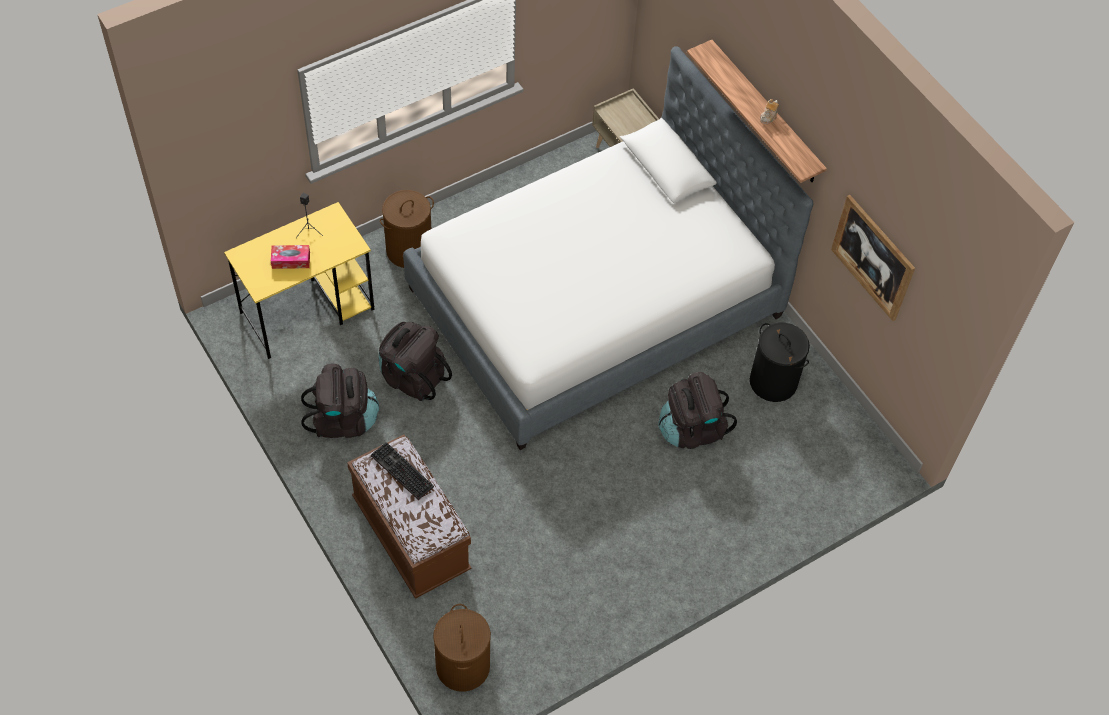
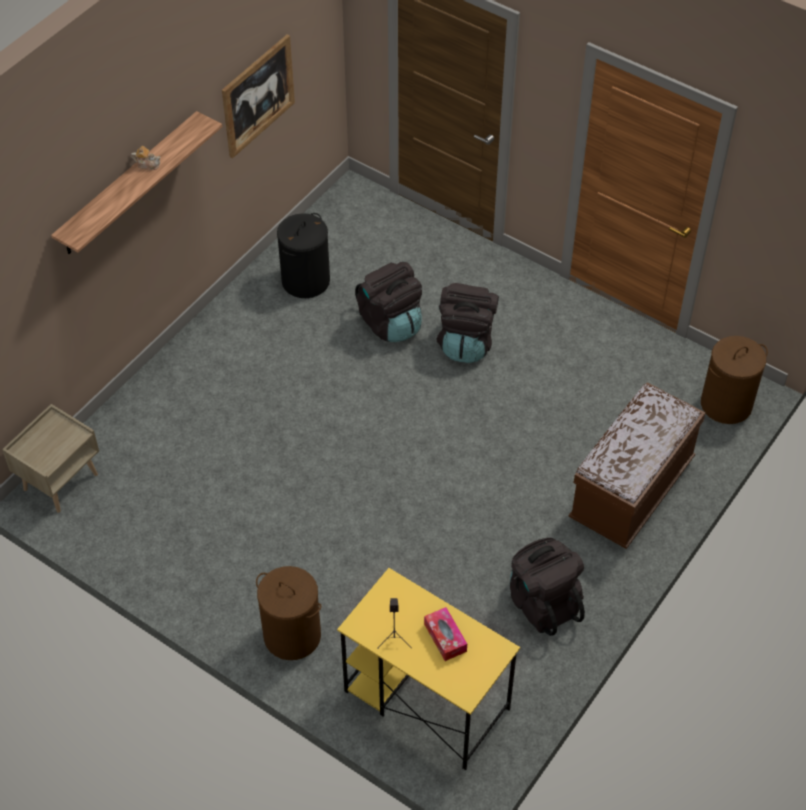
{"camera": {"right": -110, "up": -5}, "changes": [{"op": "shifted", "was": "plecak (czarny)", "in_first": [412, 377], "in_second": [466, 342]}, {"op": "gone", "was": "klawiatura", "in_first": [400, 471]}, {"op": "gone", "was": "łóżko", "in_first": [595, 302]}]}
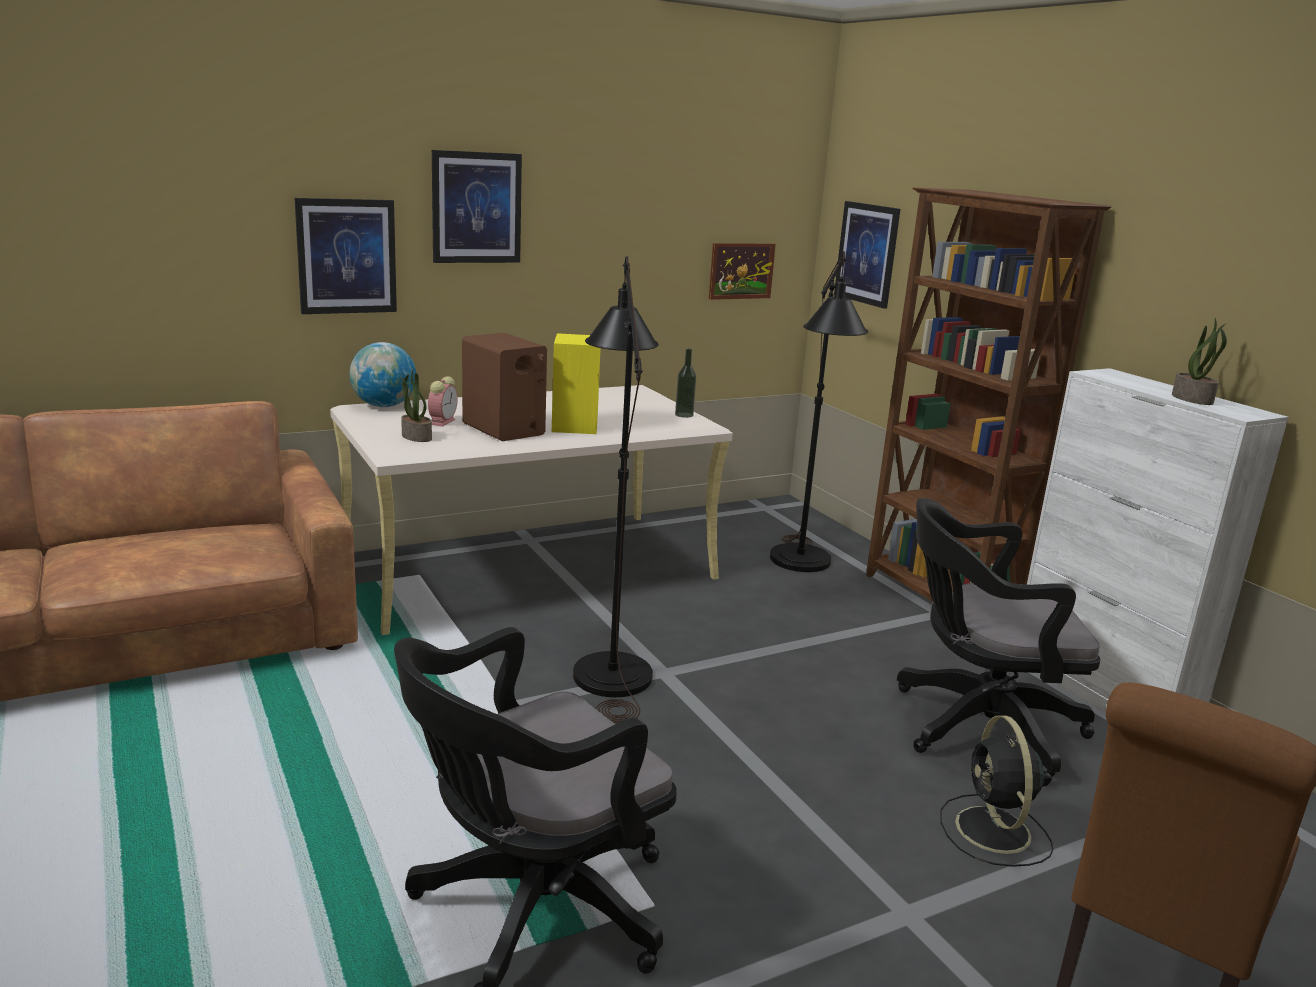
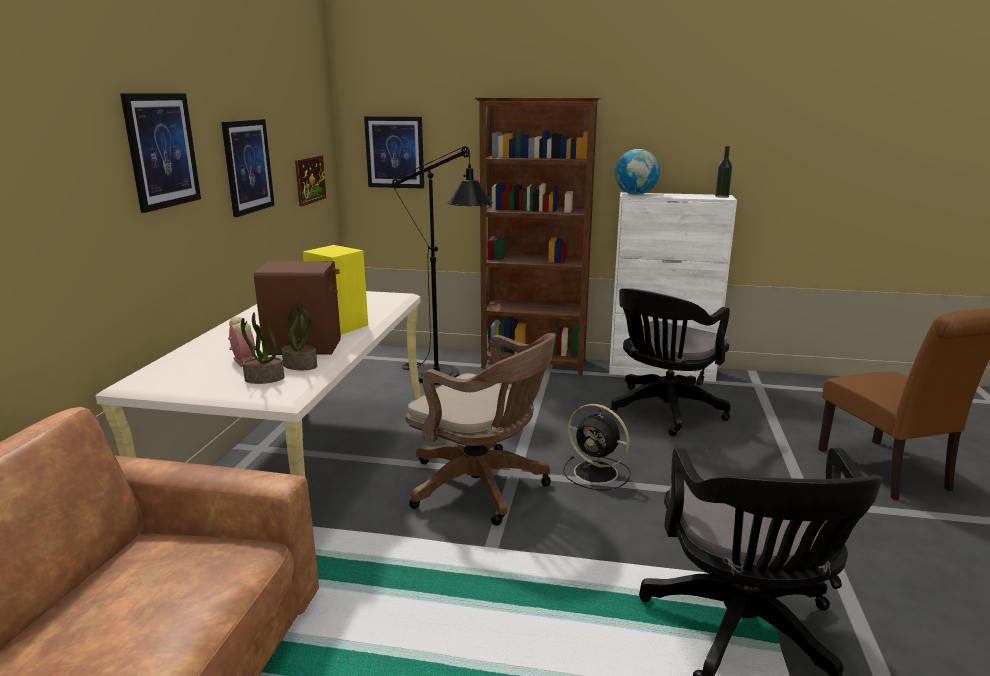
{"camera": {"right": -50, "up": 0}, "changes": [{"op": "shifted", "was": "obraz", "in_first": [346, 256], "in_second": [248, 166]}, {"op": "shifted", "was": "roślina doniczkowa", "in_first": [1193, 399], "in_second": [301, 365]}, {"op": "swapped", "was": "lampa stojąca (czarny)", "now": "krzesło biurowe (brązowy)", "in_first": [611, 664], "in_second": [483, 487]}, {"op": "shifted", "was": "wentylator (czarny)", "in_first": [994, 832], "in_second": [597, 473]}, {"op": "shifted", "was": "globus", "in_first": [383, 406], "in_second": [635, 194]}, {"op": "shifted", "was": "butelka", "in_first": [684, 415], "in_second": [721, 196]}]}
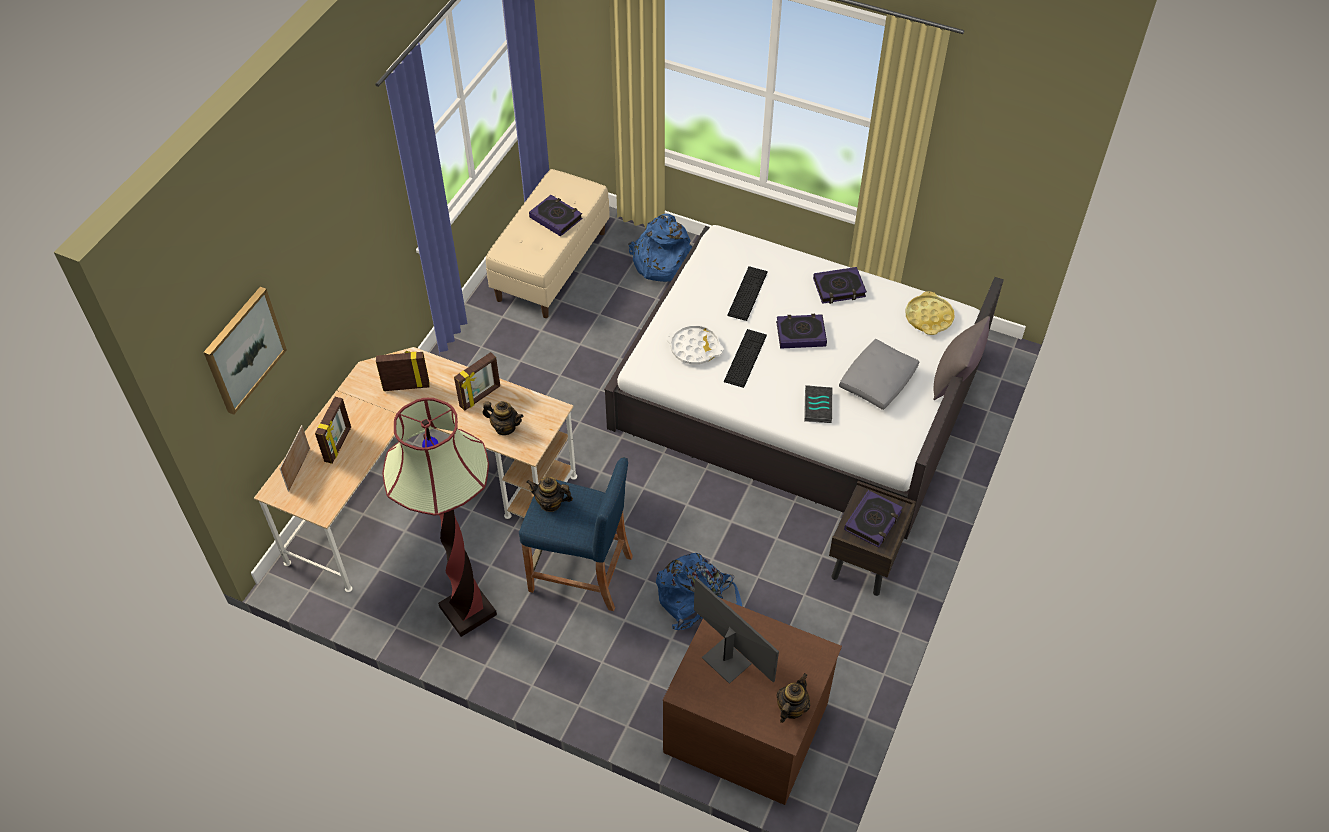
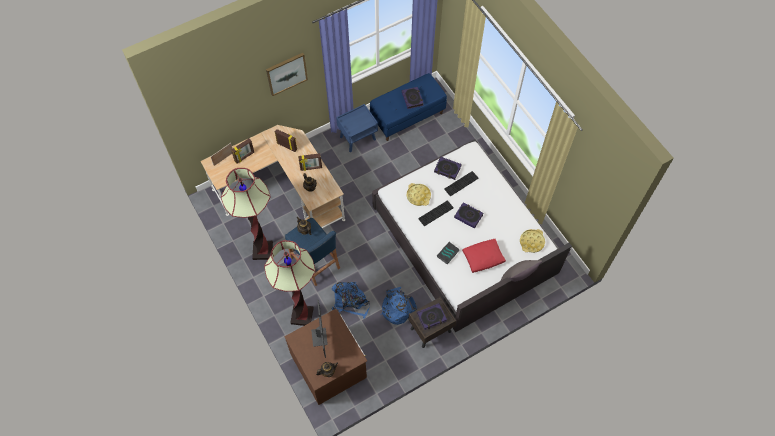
{"camera": {"right": 35, "up": 10}, "changes": [{"op": "new", "now": "lampa stojąca", "in_second": [302, 315]}, {"op": "shifted", "was": "obraz", "in_first": [243, 350], "in_second": [286, 73]}, {"op": "new", "now": "szafka nocna (niebieski)", "in_second": [358, 138]}, {"op": "repainted", "was": "ławka (beżowy)", "now": "ławka (niebieski)", "in_first": [551, 265], "in_second": [407, 116]}, {"op": "shifted", "was": "plecak (niebieski)", "in_first": [660, 262], "in_second": [397, 308]}, {"op": "repainted", "was": "taca (biały)", "now": "taca (żółty)", "in_first": [694, 348], "in_second": [418, 196]}, {"op": "shifted", "was": "książka", "in_first": [839, 288], "in_second": [447, 169]}, {"op": "repainted", "was": "poduszka (szary)", "now": "poduszka (czerwony)", "in_first": [877, 382], "in_second": [482, 258]}]}
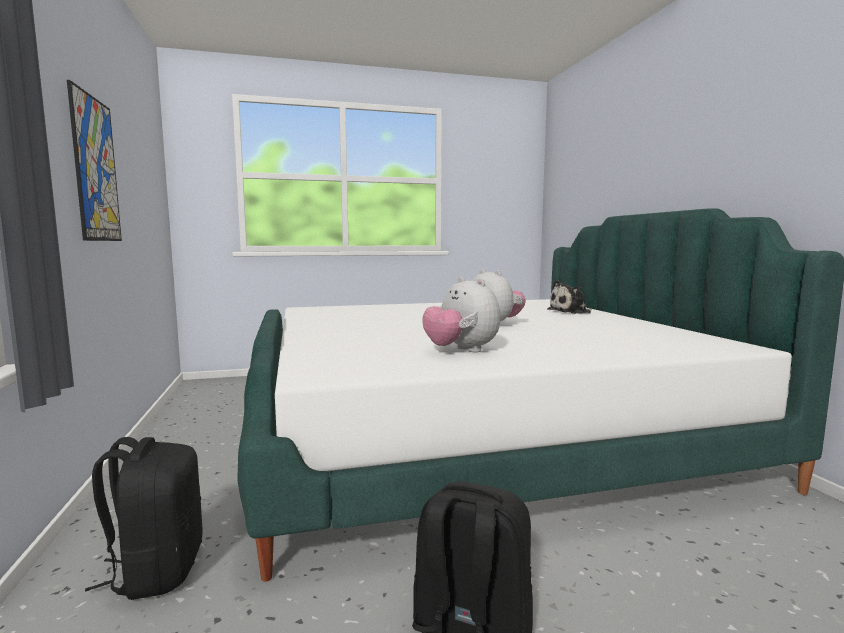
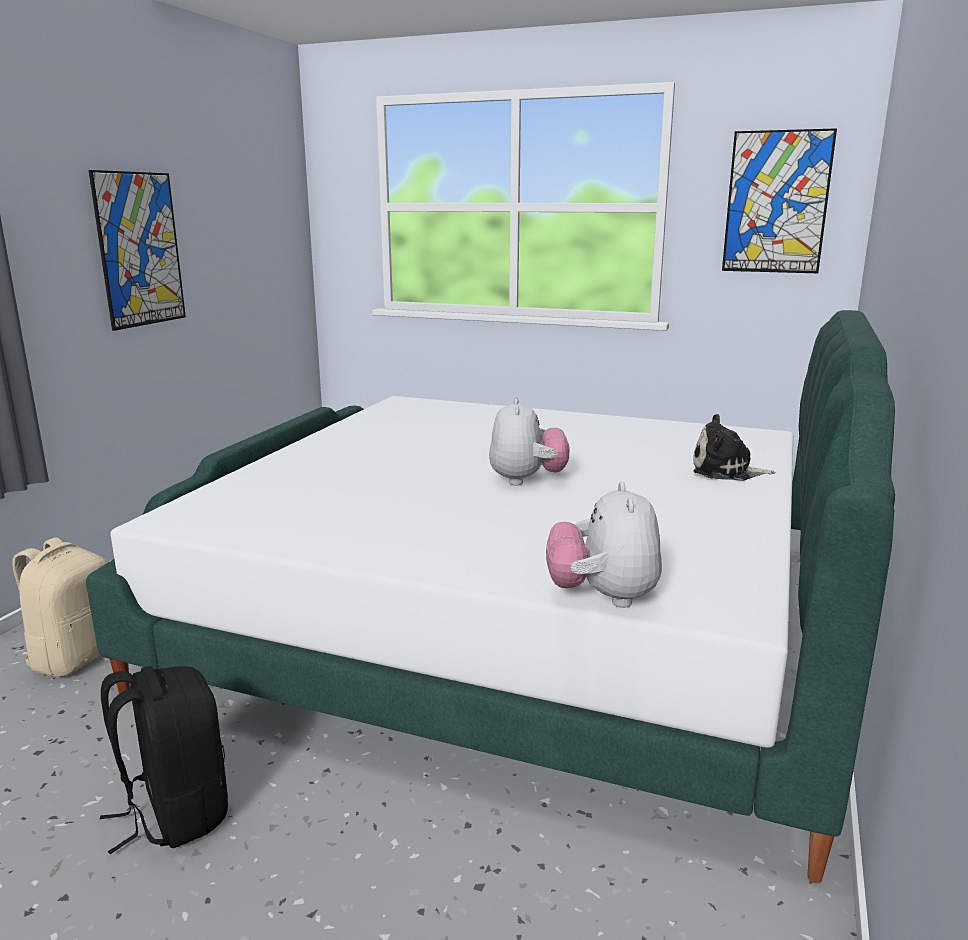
{"camera": {"right": 35, "up": 10}, "changes": [{"op": "repainted", "was": "plecak (czarny)", "now": "plecak (beżowy)", "in_first": [157, 570], "in_second": [76, 656]}, {"op": "shifted", "was": "pluszak", "in_first": [461, 351], "in_second": [603, 597]}, {"op": "new", "now": "obraz", "in_second": [776, 202]}]}
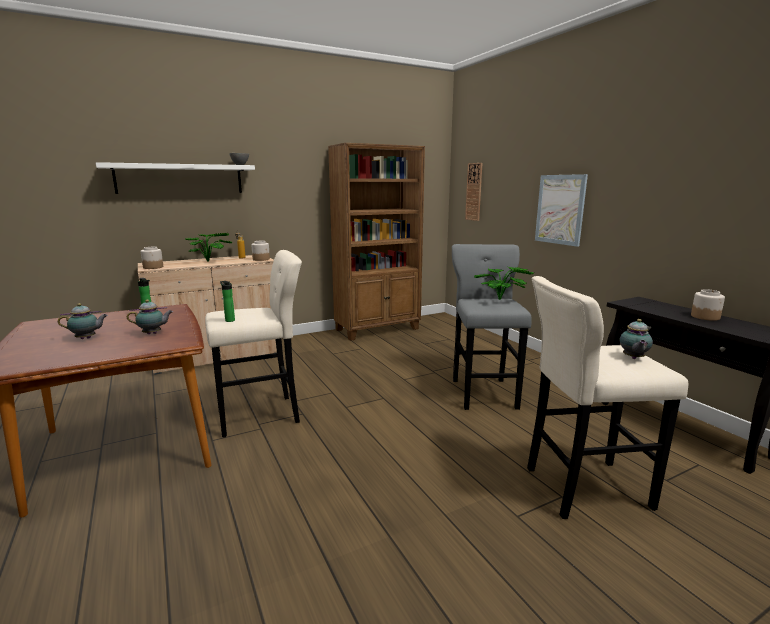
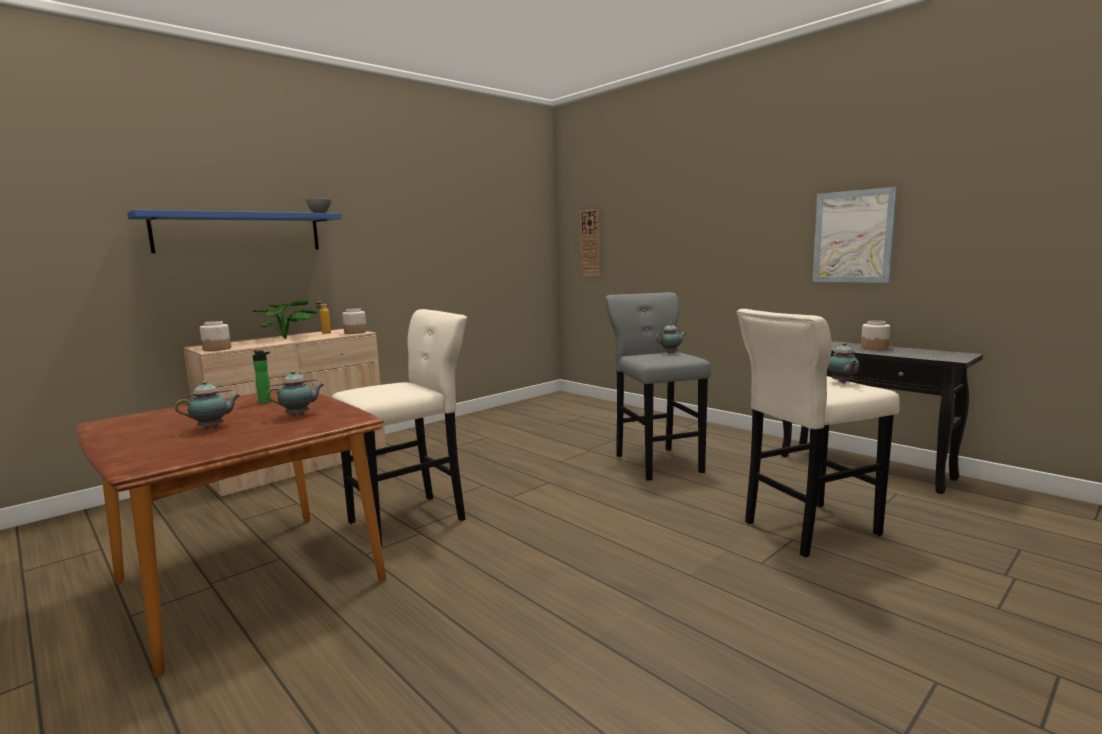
{"camera": {"right": -15, "up": -5}, "changes": [{"op": "repainted", "was": "półka (biały)", "now": "półka (niebieski)", "in_first": [180, 179], "in_second": [239, 232]}, {"op": "swapped", "was": "roślina doniczkowa", "now": "imbryk", "in_first": [503, 300], "in_second": [671, 353]}, {"op": "shifted", "was": "obraz", "in_first": [560, 209], "in_second": [853, 237]}, {"op": "gone", "was": "butelka", "in_first": [229, 320]}, {"op": "gone", "was": "regał (brązowy)", "in_first": [378, 329]}]}
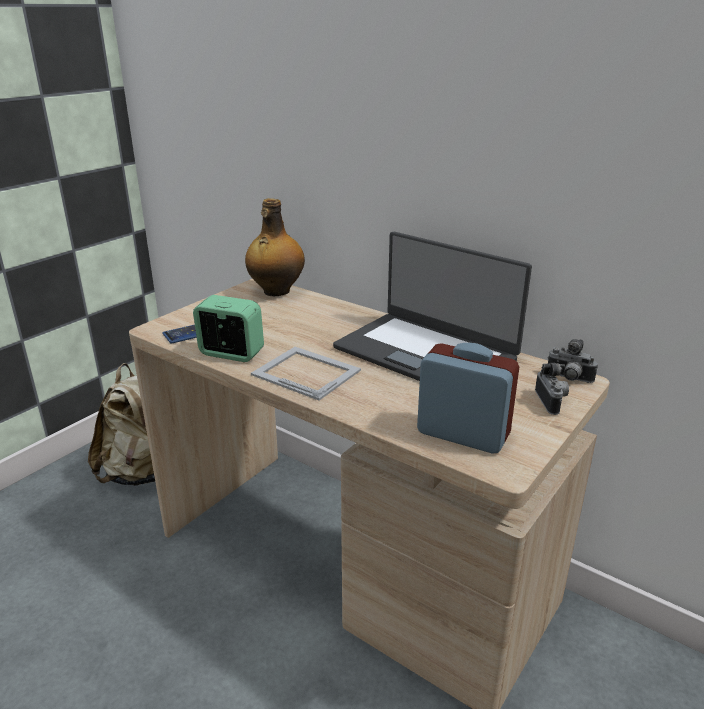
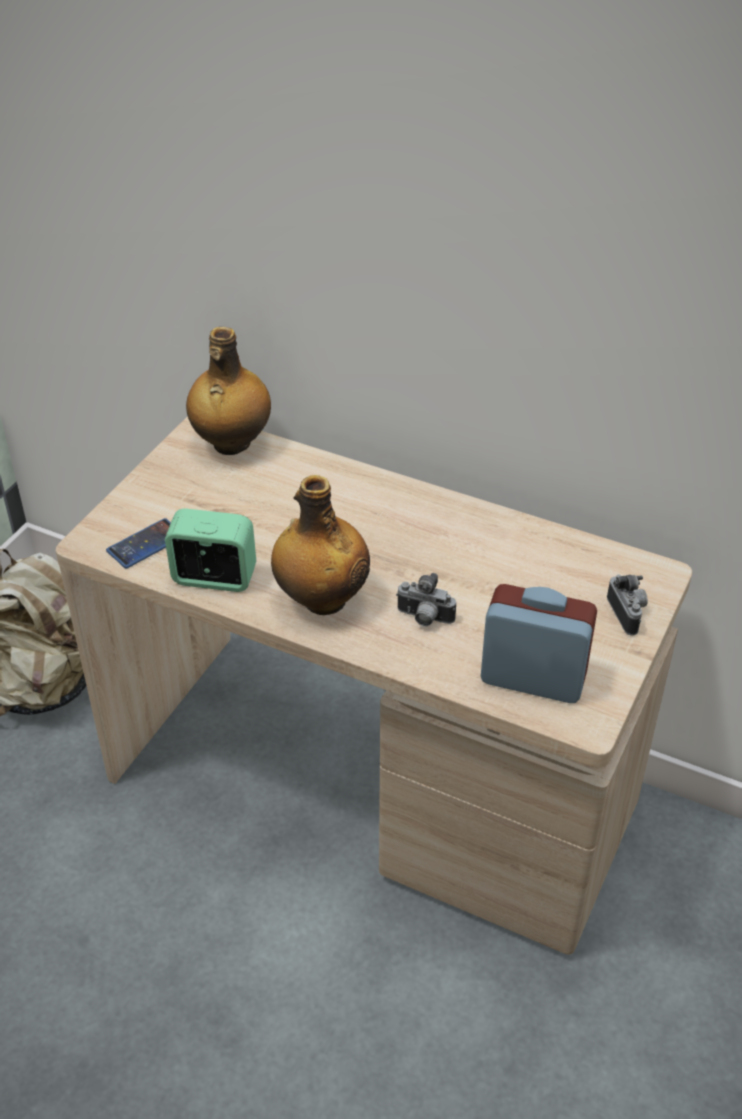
{"camera": {"right": -10, "up": 15}, "changes": [{"op": "swapped", "was": "ramka na zdjęcie", "now": "butelka", "in_first": [305, 372], "in_second": [321, 599]}, {"op": "shifted", "was": "aparat fotograficzny", "in_first": [568, 379], "in_second": [424, 619]}, {"op": "gone", "was": "laptop", "in_first": [426, 353]}]}
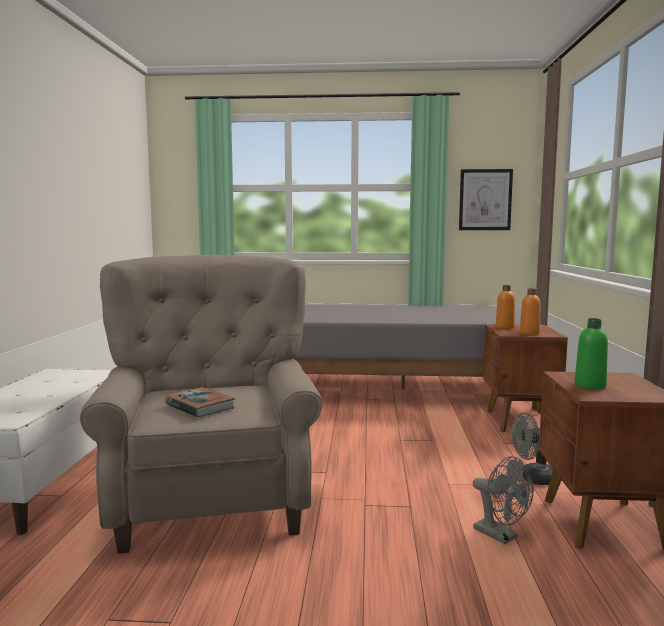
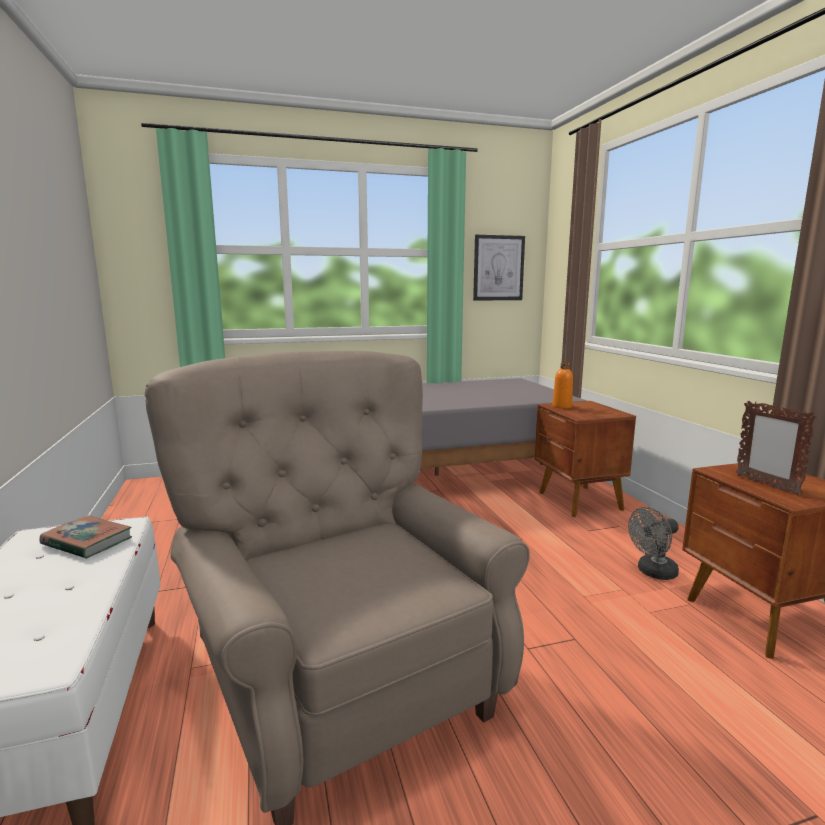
{"camera": {"right": -20, "up": 5}, "changes": [{"op": "shifted", "was": "książka", "in_first": [199, 407], "in_second": [87, 541]}, {"op": "swapped", "was": "butelka (zielony)", "now": "ramka na zdjęcie", "in_first": [590, 385], "in_second": [766, 485]}, {"op": "gone", "was": "wentylator (szary)", "in_first": [501, 536]}, {"op": "gone", "was": "butelka (pomarańczowy)", "in_first": [529, 333]}]}
